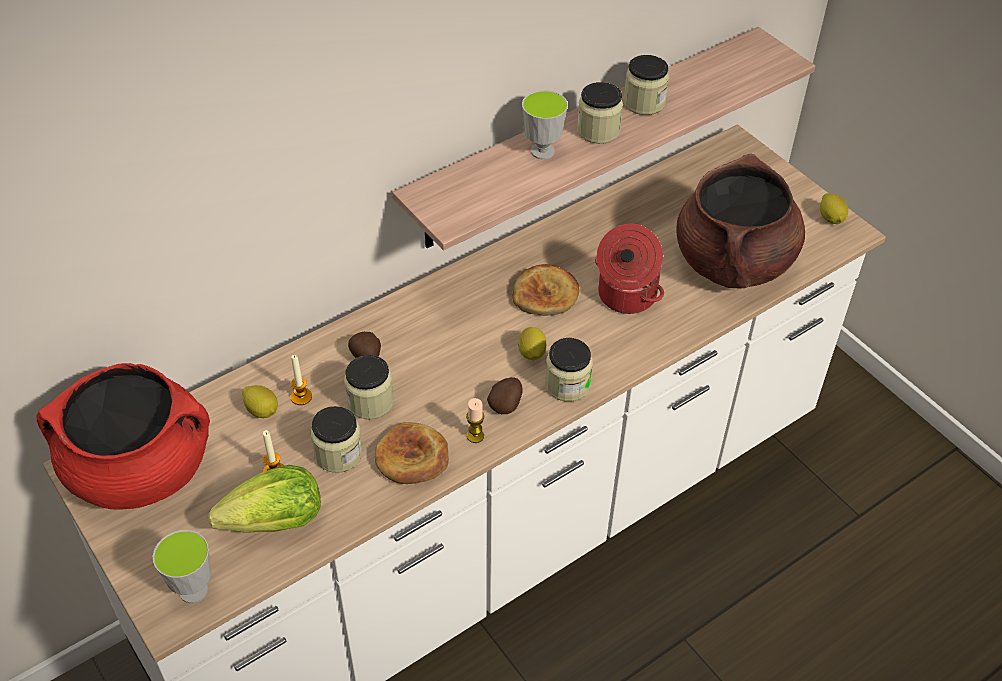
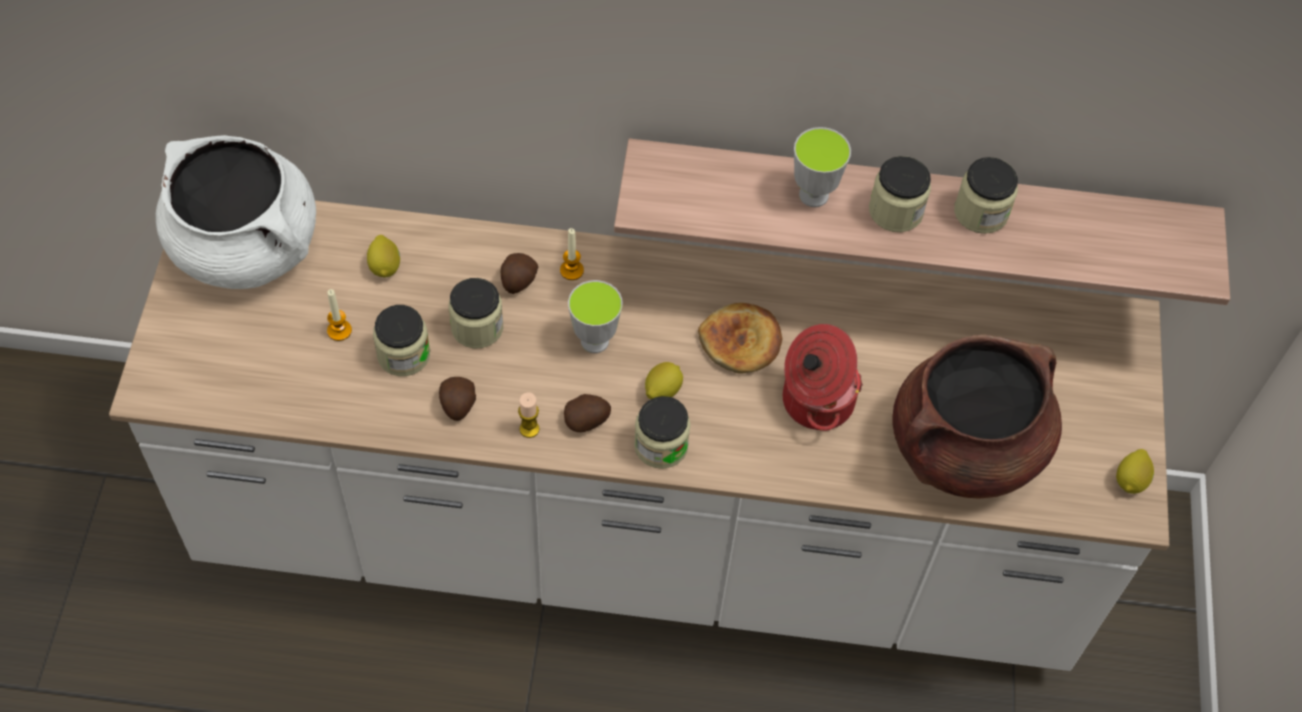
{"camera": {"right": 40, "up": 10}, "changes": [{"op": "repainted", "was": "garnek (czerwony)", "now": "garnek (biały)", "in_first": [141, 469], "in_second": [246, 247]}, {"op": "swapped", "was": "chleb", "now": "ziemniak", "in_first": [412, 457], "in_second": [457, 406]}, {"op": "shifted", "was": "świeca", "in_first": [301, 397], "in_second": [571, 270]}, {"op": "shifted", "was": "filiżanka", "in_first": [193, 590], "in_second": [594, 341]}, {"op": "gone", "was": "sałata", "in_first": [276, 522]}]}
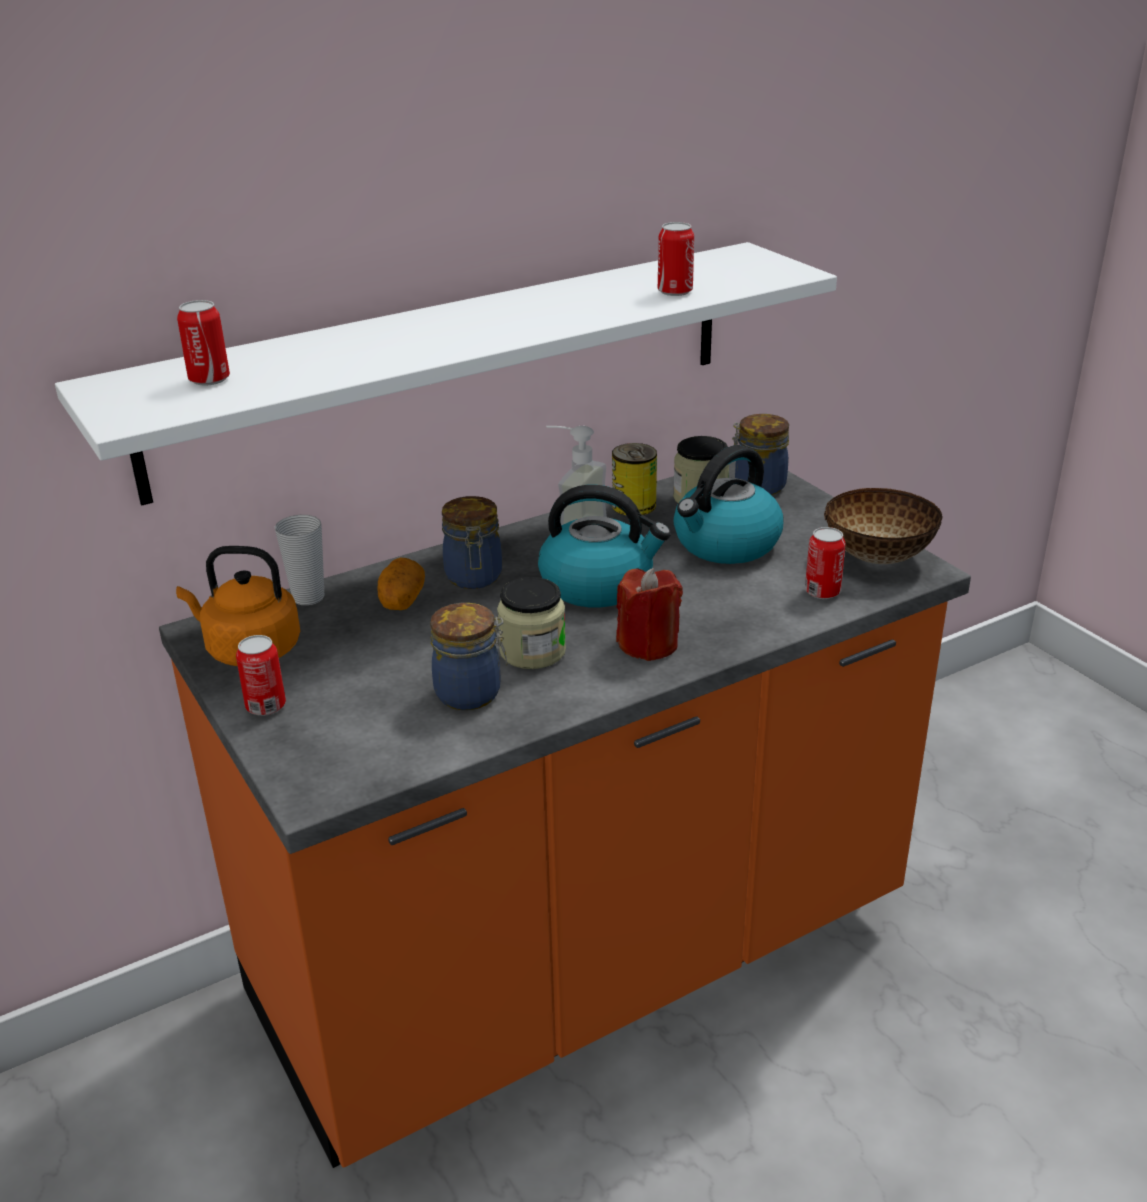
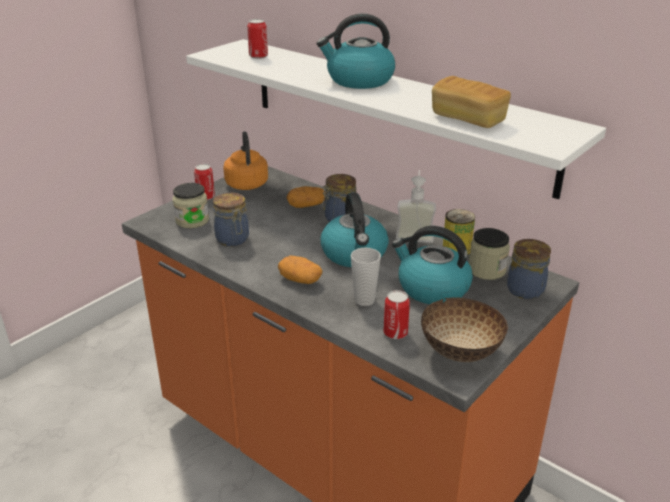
{"camera": {"right": 70, "up": 0}, "changes": [{"op": "shifted", "was": "słoik", "in_first": [532, 651], "in_second": [192, 220]}, {"op": "swapped", "was": "świeca (czerwony)", "now": "ziemniak", "in_first": [648, 644], "in_second": [300, 280]}, {"op": "new", "now": "czajnik", "in_second": [359, 80]}, {"op": "shifted", "was": "filiżanka", "in_first": [308, 597], "in_second": [364, 300]}, {"op": "swapped", "was": "puszka", "now": "chleb", "in_first": [675, 291], "in_second": [468, 119]}]}
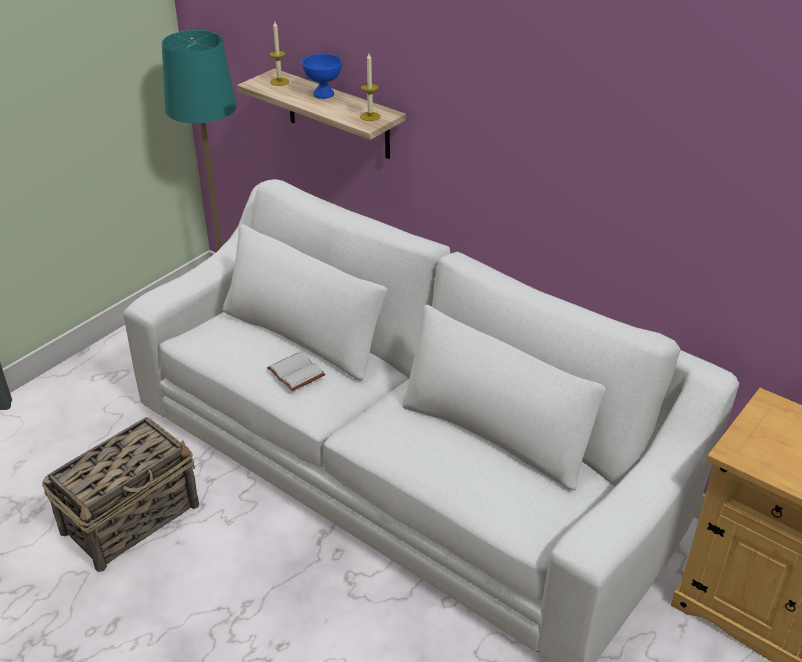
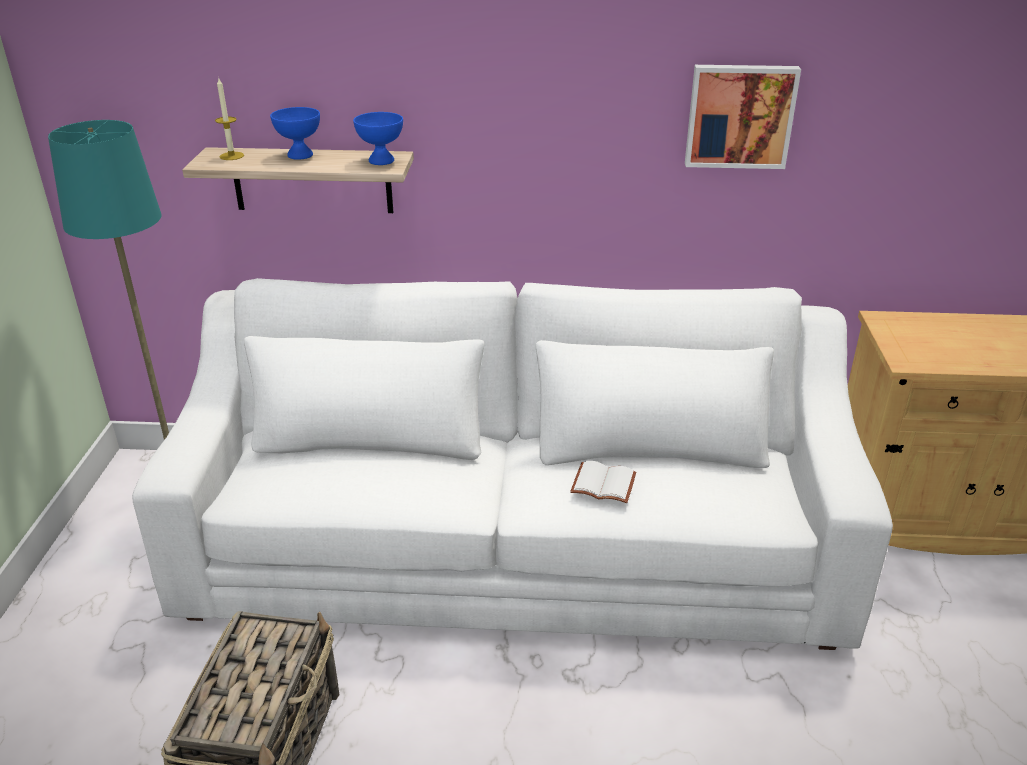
{"camera": {"right": -35, "up": -5}, "changes": [{"op": "swapped", "was": "świeca", "now": "miska (niebieski)", "in_first": [370, 116], "in_second": [381, 161]}, {"op": "shifted", "was": "książka (biały)", "in_first": [294, 373], "in_second": [602, 485]}, {"op": "new", "now": "obraz", "in_second": [739, 116]}]}
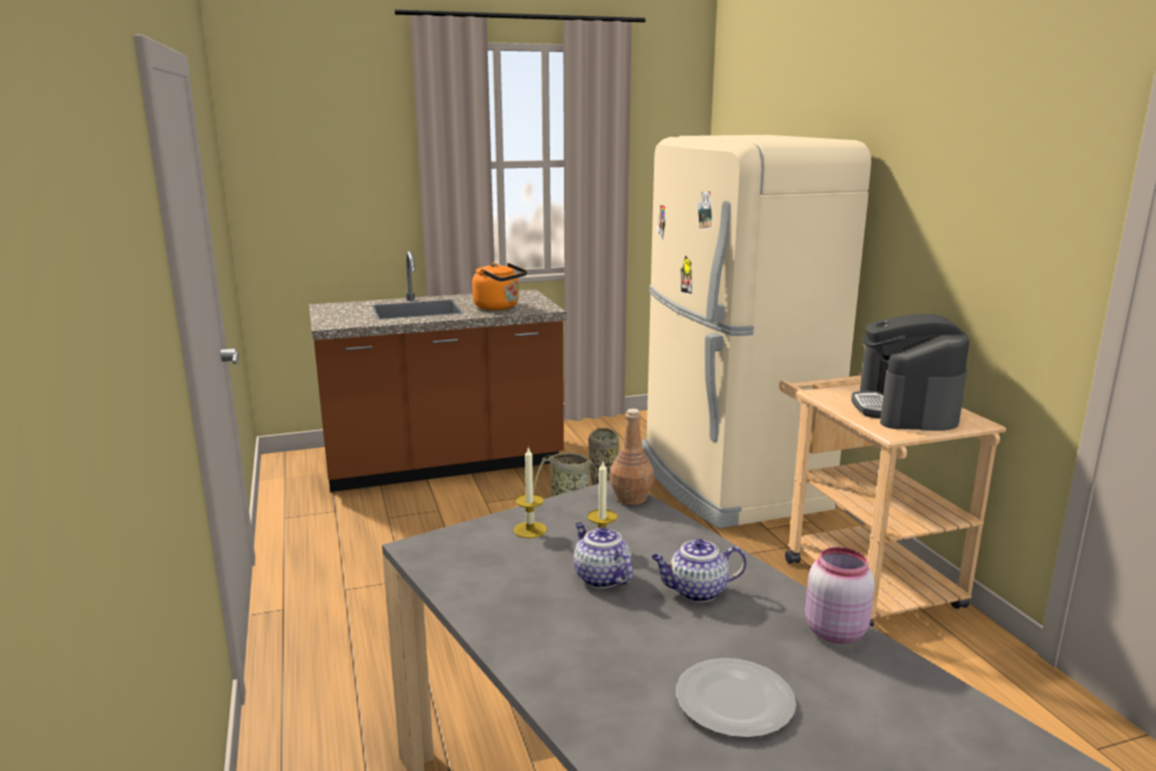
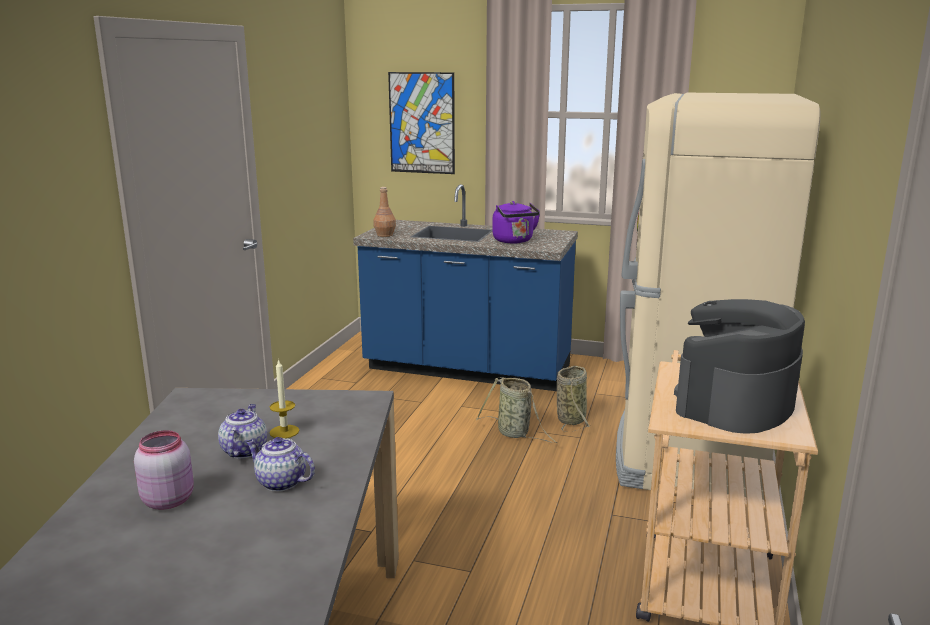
{"camera": {"right": 35, "up": 0}, "changes": [{"op": "shifted", "was": "słoik (różowy)", "in_first": [833, 630], "in_second": [168, 500]}, {"op": "repainted", "was": "zabudowa kuchenna (brązowy)", "now": "zabudowa kuchenna (niebieski)", "in_first": [443, 464], "in_second": [467, 369]}, {"op": "shifted", "was": "butelka (brązowy)", "in_first": [631, 498], "in_second": [385, 235]}, {"op": "new", "now": "obraz", "in_second": [422, 123]}, {"op": "repainted", "was": "czajnik (pomarańczowy)", "now": "czajnik (fioletowy)", "in_first": [499, 307], "in_second": [514, 241]}, {"op": "gone", "was": "świeca", "in_first": [530, 530]}, {"op": "gone", "was": "talerz", "in_first": [736, 701]}]}
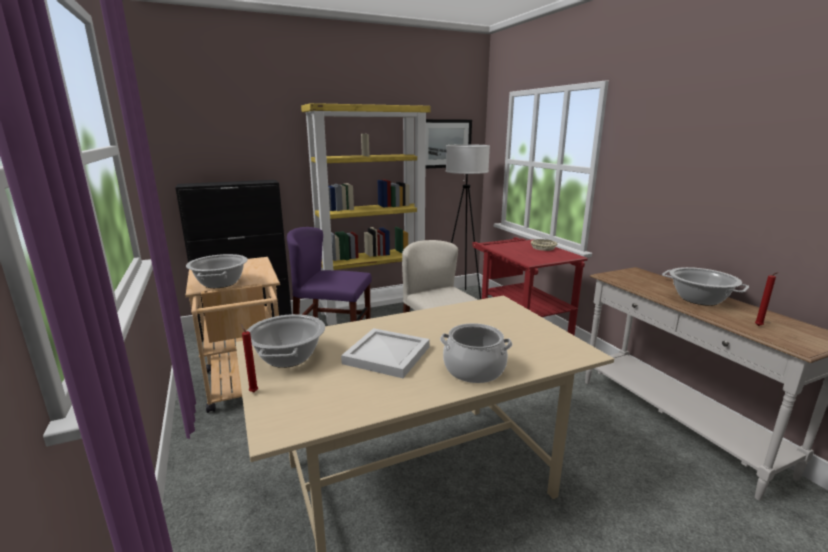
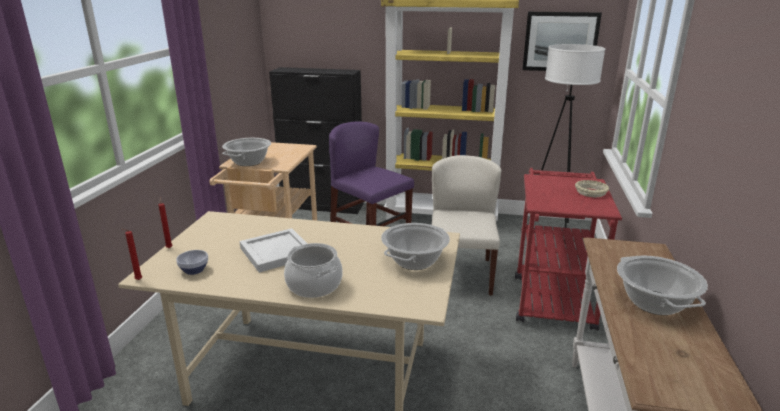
{"camera": {"right": 35, "up": 5}, "changes": [{"op": "shifted", "was": "świeca (czerwony)", "in_first": [759, 326], "in_second": [137, 280]}, {"op": "new", "now": "miska", "in_second": [194, 271]}, {"op": "shifted", "was": "garnek", "in_first": [288, 357], "in_second": [415, 261]}]}
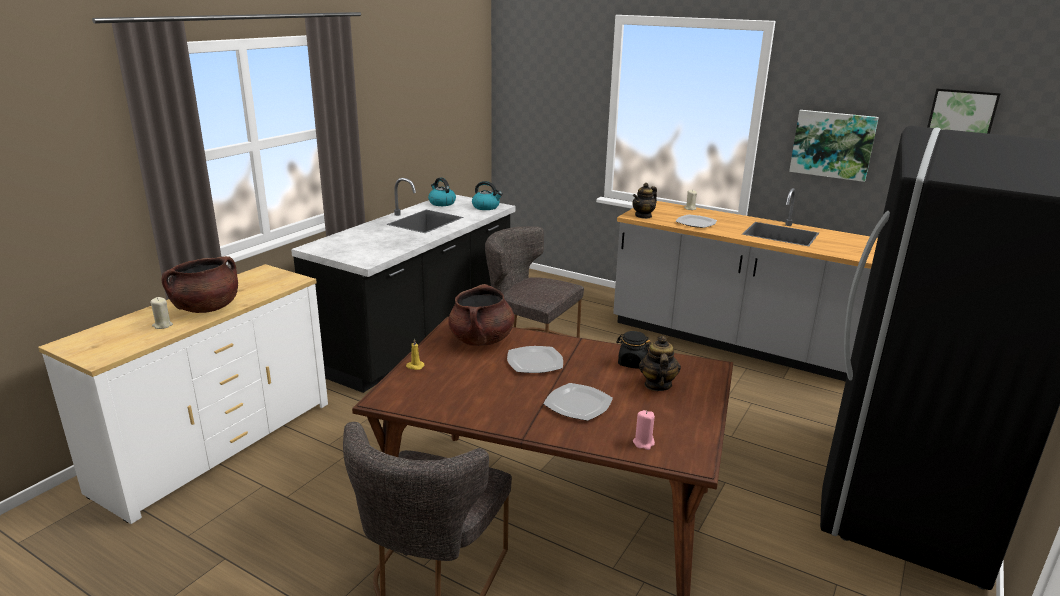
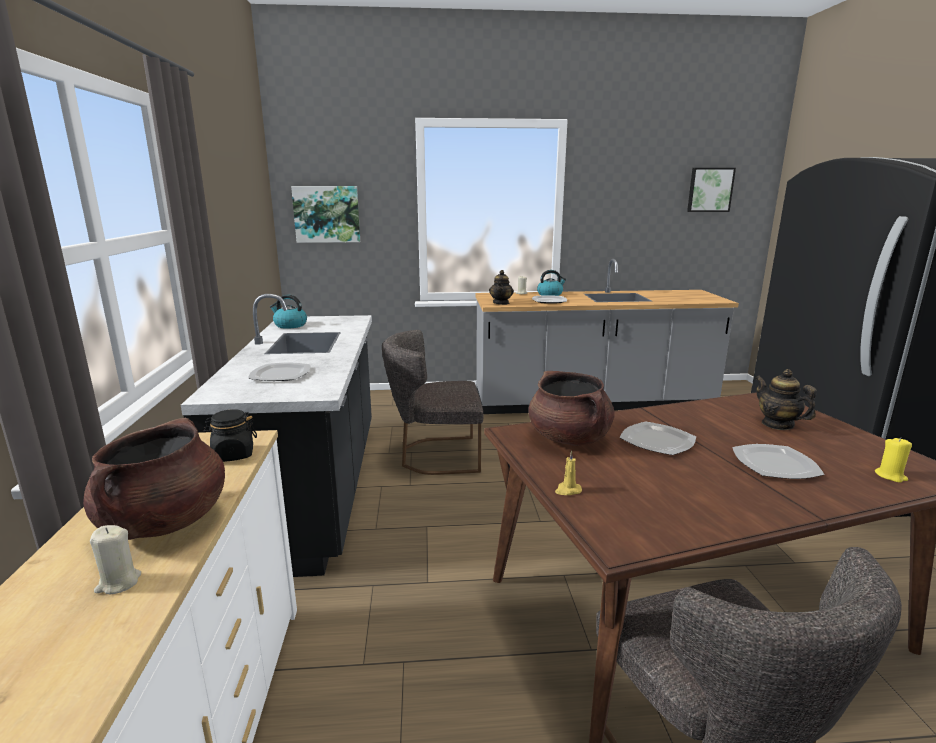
{"camera": {"right": -35, "up": -5}, "changes": [{"op": "shifted", "was": "słoik (czarny)", "in_first": [632, 363], "in_second": [233, 455]}, {"op": "new", "now": "talerz", "in_second": [280, 374]}, {"op": "shifted", "was": "obraz", "in_first": [832, 144], "in_second": [327, 214]}, {"op": "shifted", "was": "czajnik", "in_first": [486, 207], "in_second": [550, 294]}, {"op": "repainted", "was": "świeca (różowy)", "now": "świeca (żółty)", "in_first": [643, 443], "in_second": [890, 476]}]}
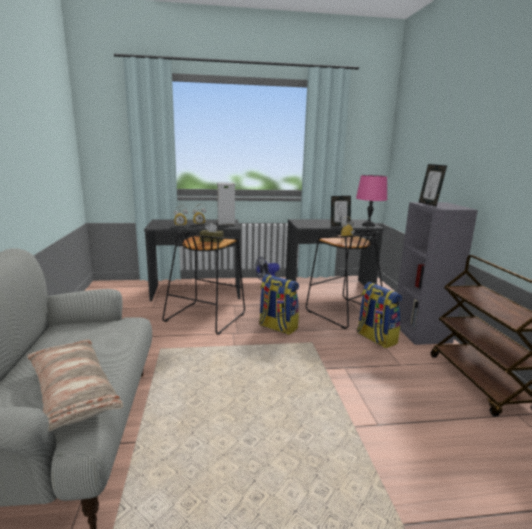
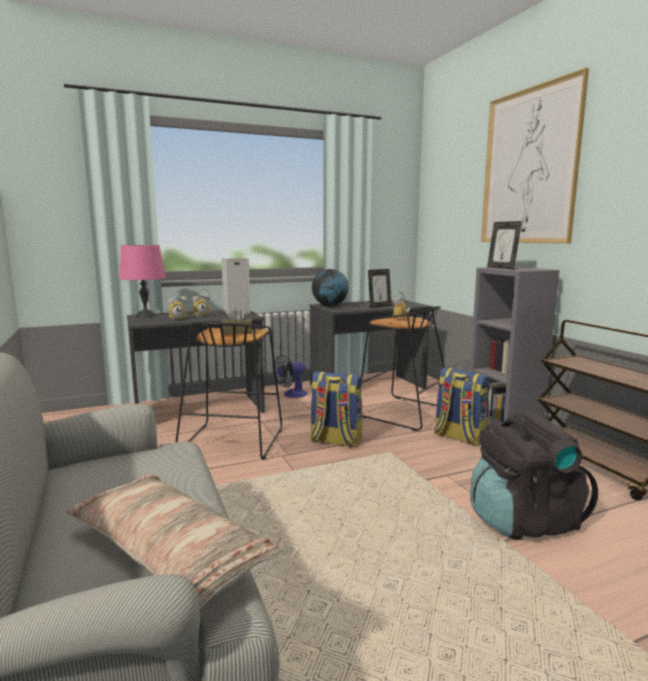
{"camera": {"right": -15, "up": -5}, "changes": [{"op": "shifted", "was": "lampa stołowa (różowy)", "in_first": [368, 225], "in_second": [146, 316]}, {"op": "new", "now": "globus", "in_second": [330, 306]}, {"op": "new", "now": "plecak (czarny)", "in_second": [523, 521]}, {"op": "new", "now": "obraz", "in_second": [529, 167]}]}
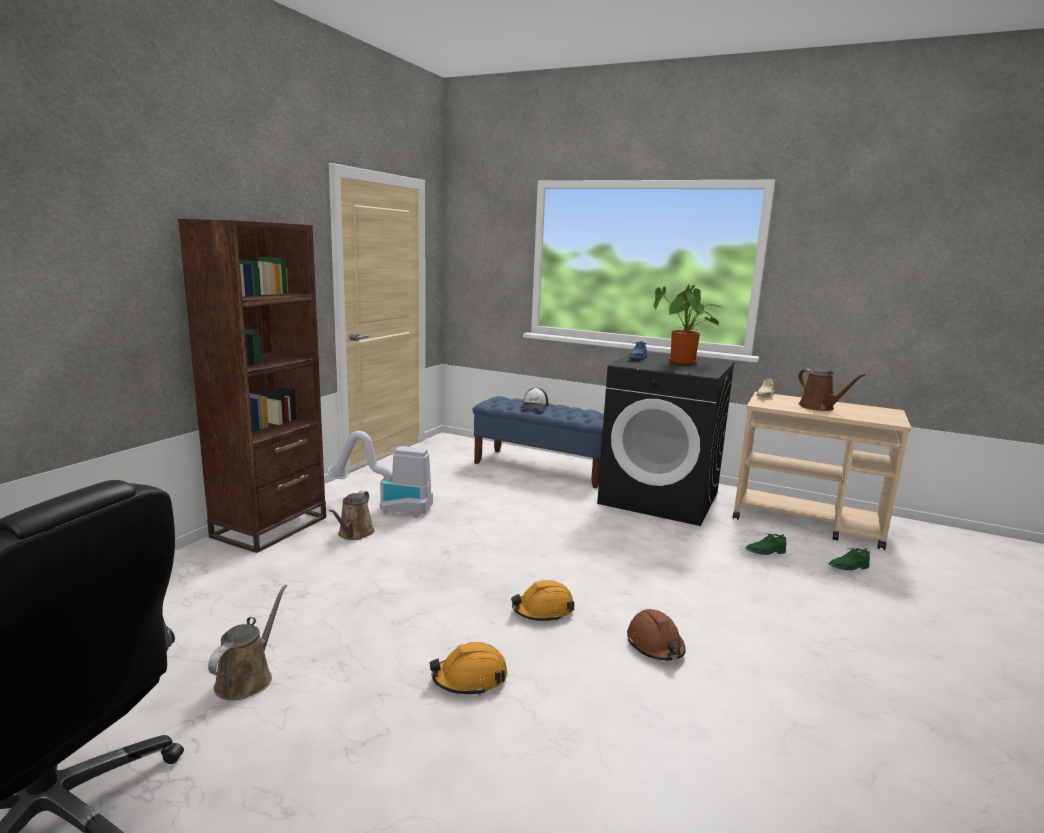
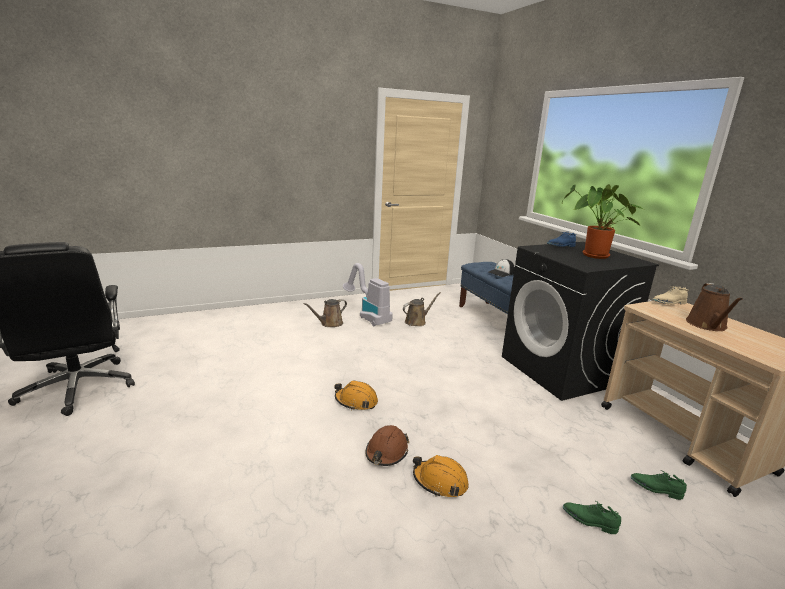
{"camera": {"right": 40, "up": 5}, "changes": [{"op": "shifted", "was": "konewka (brązowy)", "in_first": [247, 678], "in_second": [417, 321]}, {"op": "shifted", "was": "kask (pomarańczowy)", "in_first": [470, 679], "in_second": [440, 482]}, {"op": "shifted", "was": "but (zielony)", "in_first": [765, 552], "in_second": [589, 521]}, {"op": "gone", "was": "regał (brązowy)", "in_first": [270, 527]}]}
